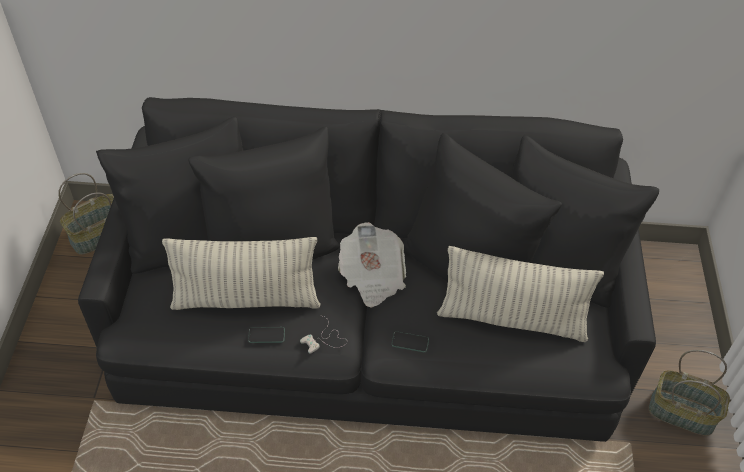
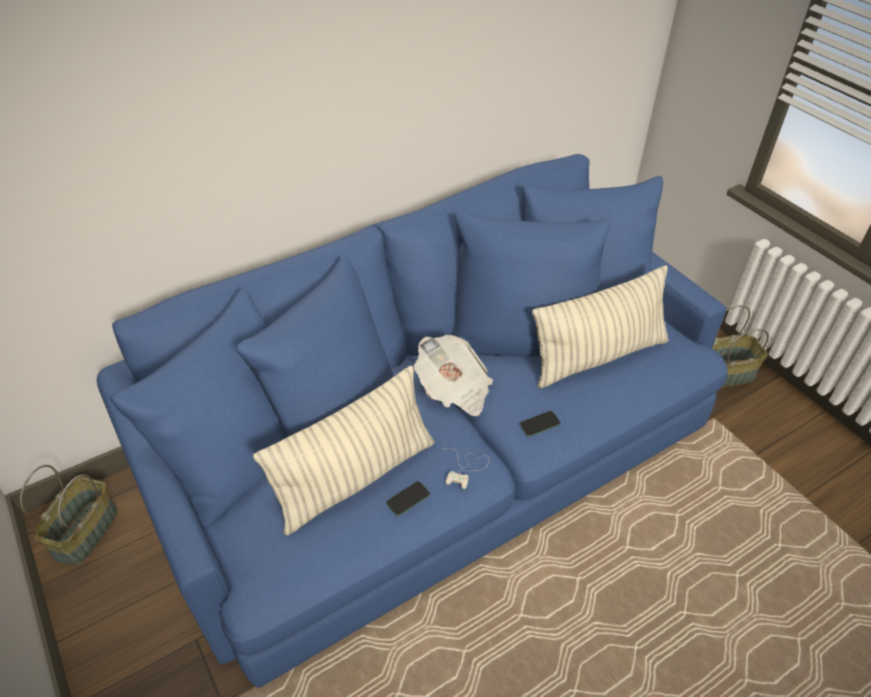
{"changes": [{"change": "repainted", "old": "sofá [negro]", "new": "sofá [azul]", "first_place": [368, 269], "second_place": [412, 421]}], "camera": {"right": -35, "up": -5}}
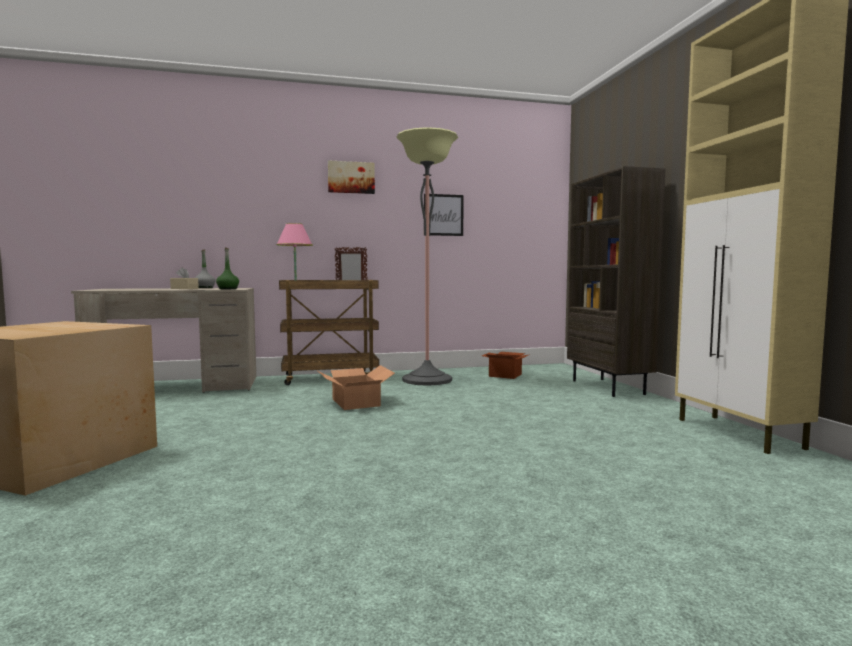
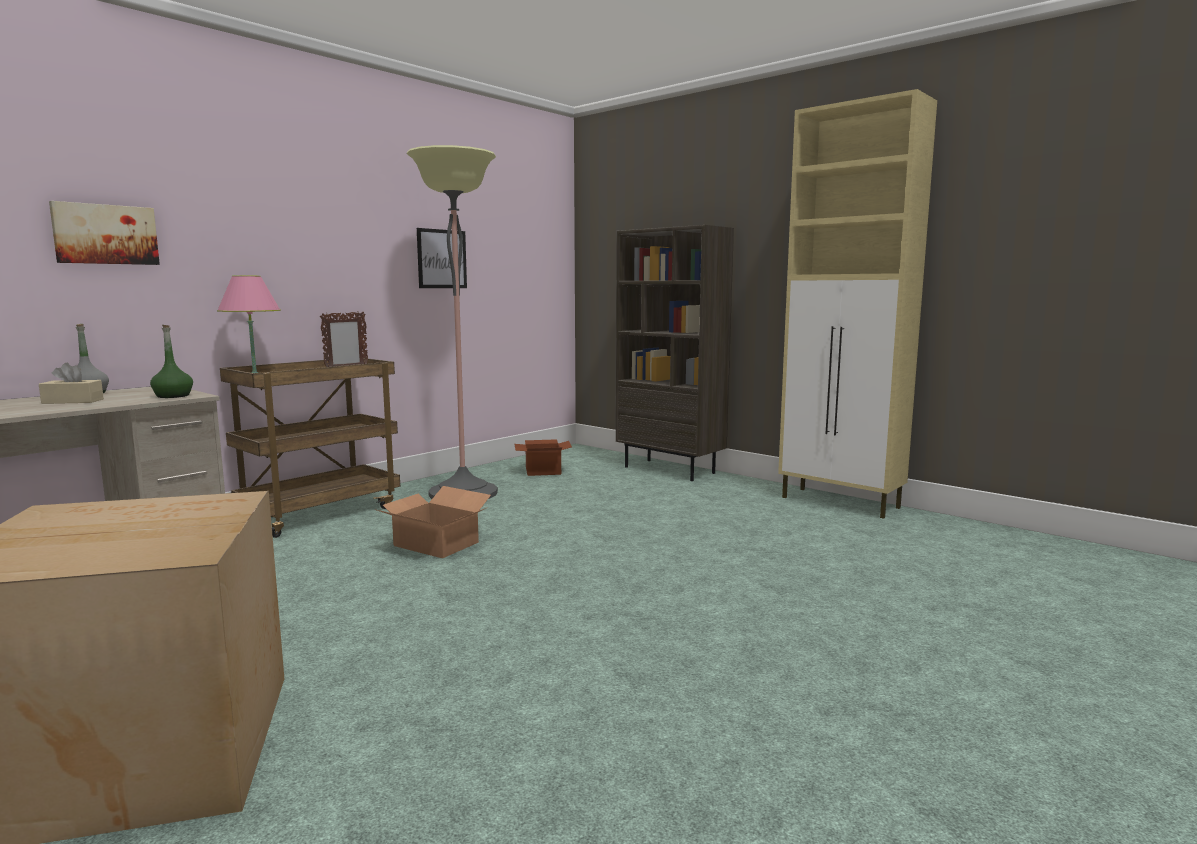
{"changes": [{"change": "shifted", "old": "cuadro", "first_place": [351, 177], "second_place": [104, 233]}], "camera": {"right": -35, "up": 5}}
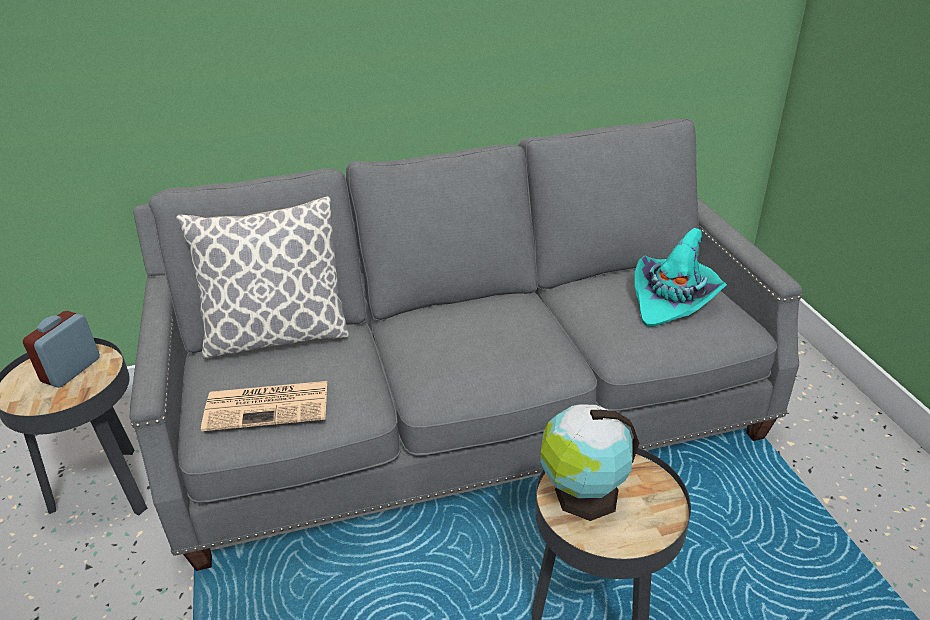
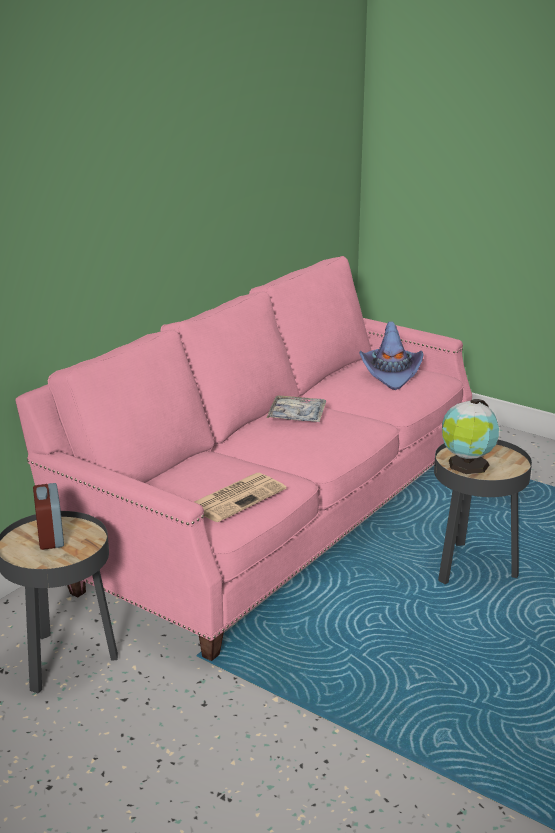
{"changes": [{"change": "repainted", "old": "sofá [gris]", "new": "sofá [rosa]", "first_place": [466, 345], "second_place": [243, 458]}, {"change": "new", "new": "bandeja", "second_place": [296, 408]}, {"change": "repainted", "old": "sombrero [turquesa]", "new": "sombrero [morado]", "first_place": [681, 277], "second_place": [391, 356]}, {"change": "gone", "old": "cojín", "first_place": [262, 277]}], "camera": {"right": -40, "up": -10}}
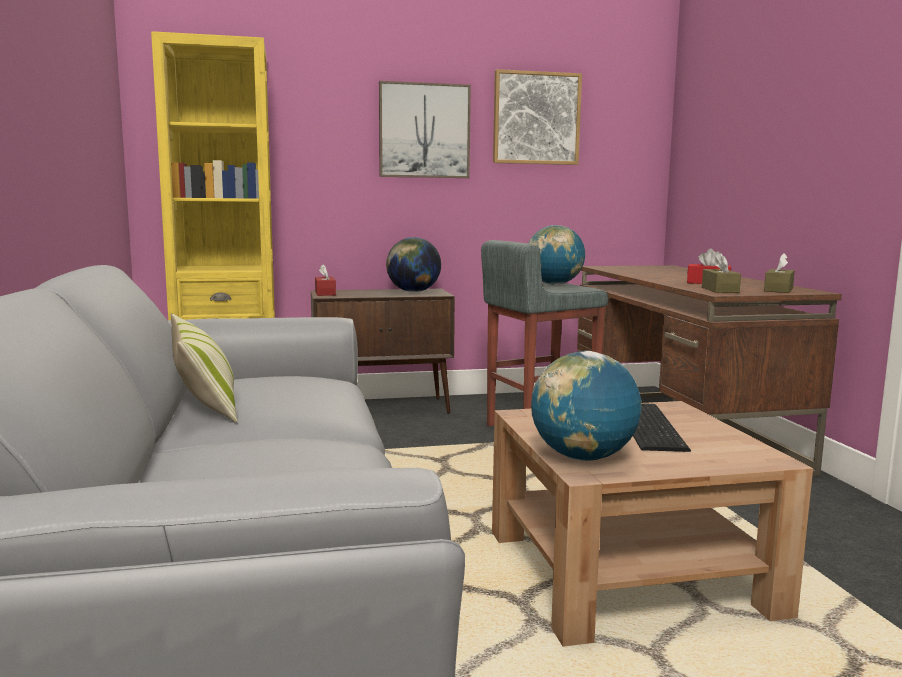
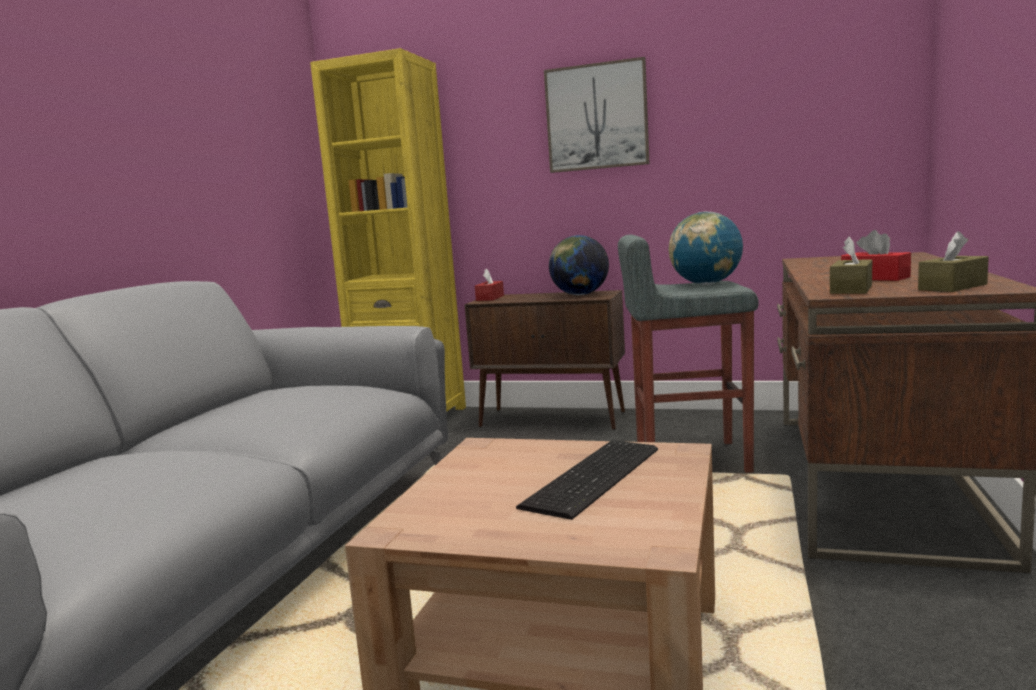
{"changes": [{"change": "gone", "old": "cojín", "first_place": [204, 368]}, {"change": "gone", "old": "cuadro", "first_place": [537, 117]}, {"change": "gone", "old": "globo terráqueo", "first_place": [586, 406]}], "camera": {"right": 30, "up": 0}}
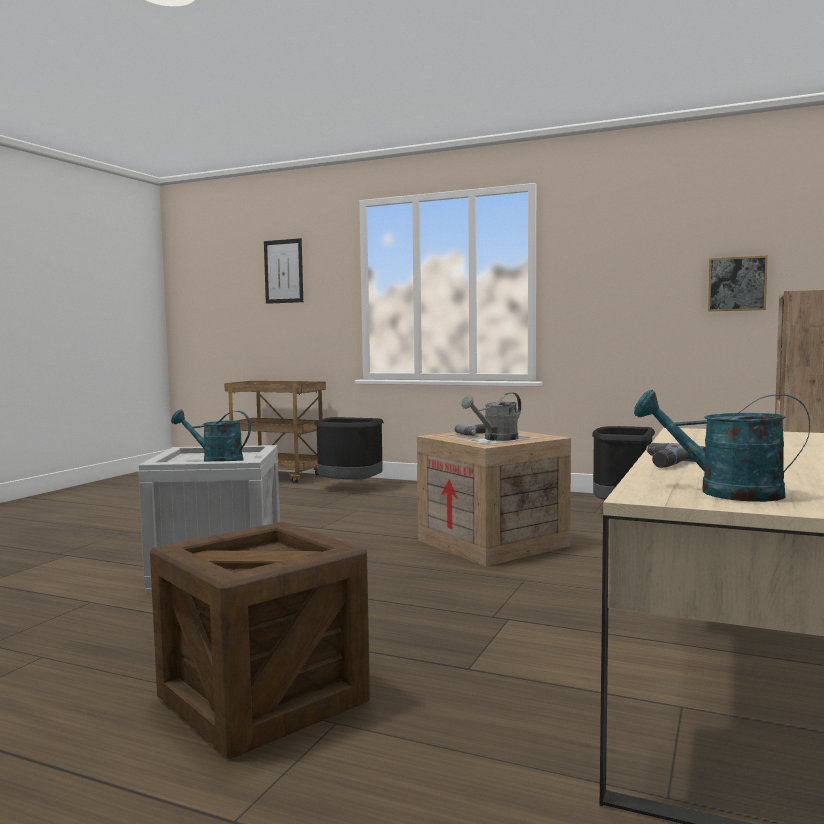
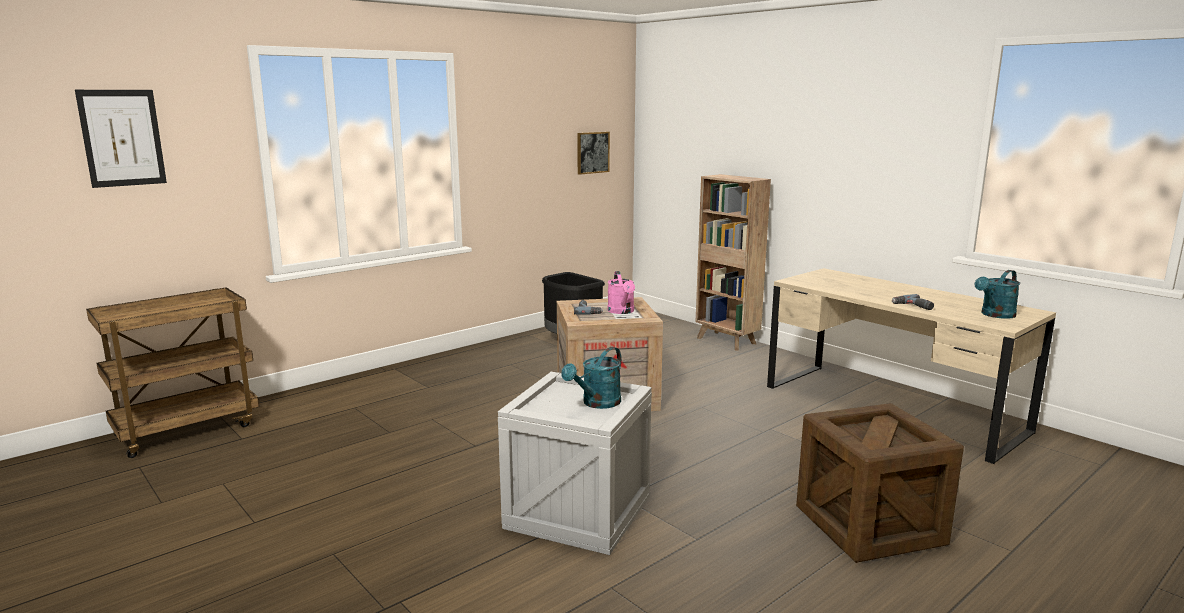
{"changes": [{"change": "repainted", "old": "regadera [gris]", "new": "regadera [rosa]", "first_place": [491, 417], "second_place": [621, 292]}, {"change": "gone", "old": "papelera [negro]", "first_place": [349, 448]}], "camera": {"right": -65, "up": 10}}
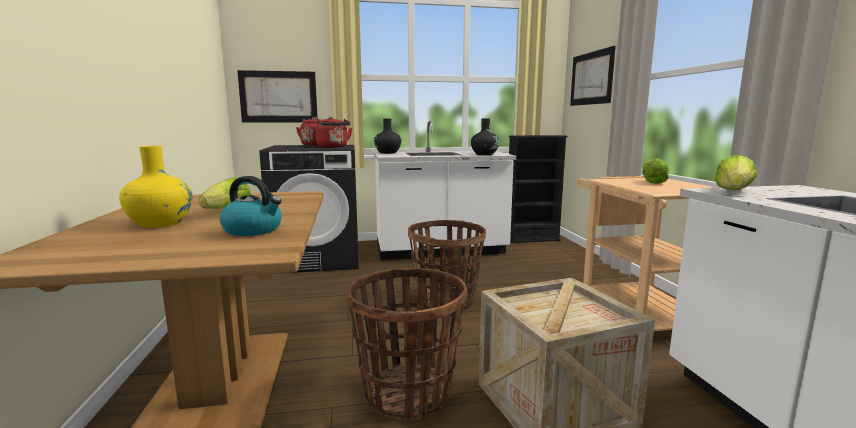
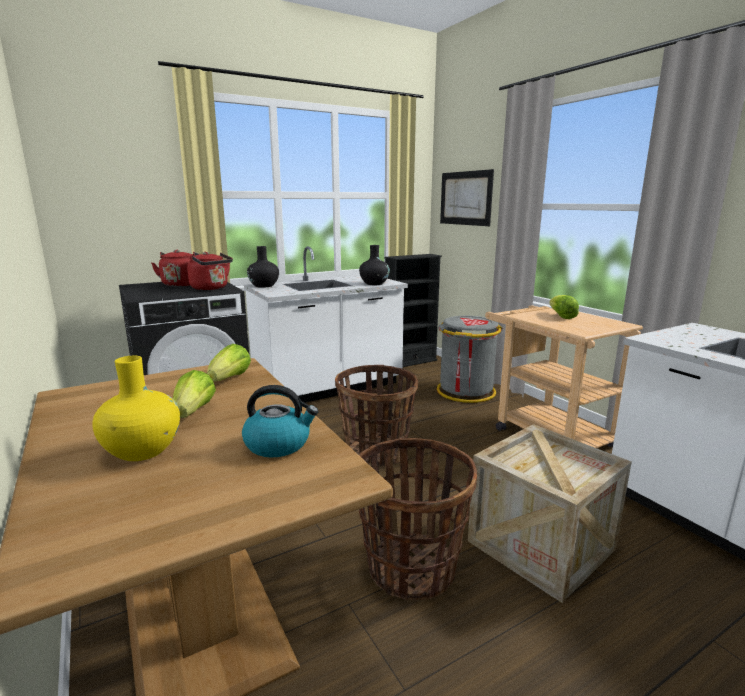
{"changes": [{"change": "shifted", "old": "lechuga", "first_place": [735, 172], "second_place": [229, 362]}, {"change": "new", "new": "papelera [gris]", "second_place": [470, 359]}, {"change": "gone", "old": "cuadro", "first_place": [277, 96]}], "camera": {"right": -20, "up": 5}}
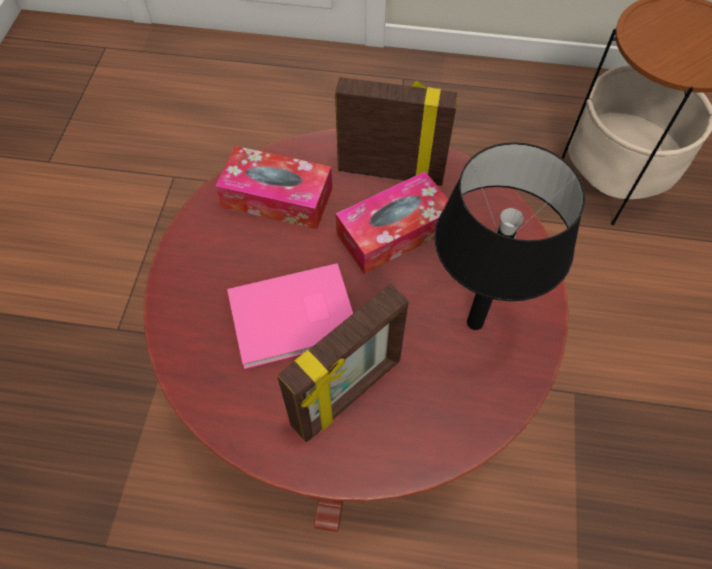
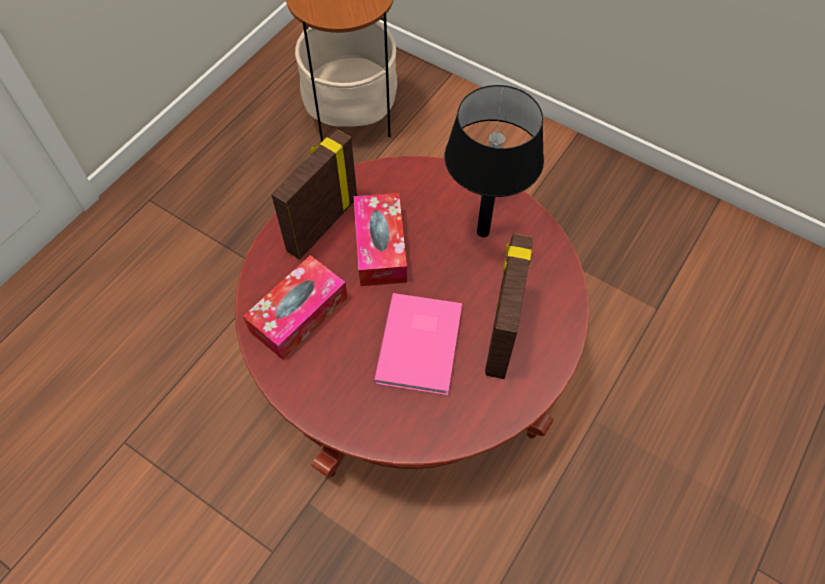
{"changes": [{"change": "rotated", "old": "portarretratos", "first_place": [343, 363], "second_place": [509, 306], "degrees": -150}], "camera": {"right": -65, "up": 0}}
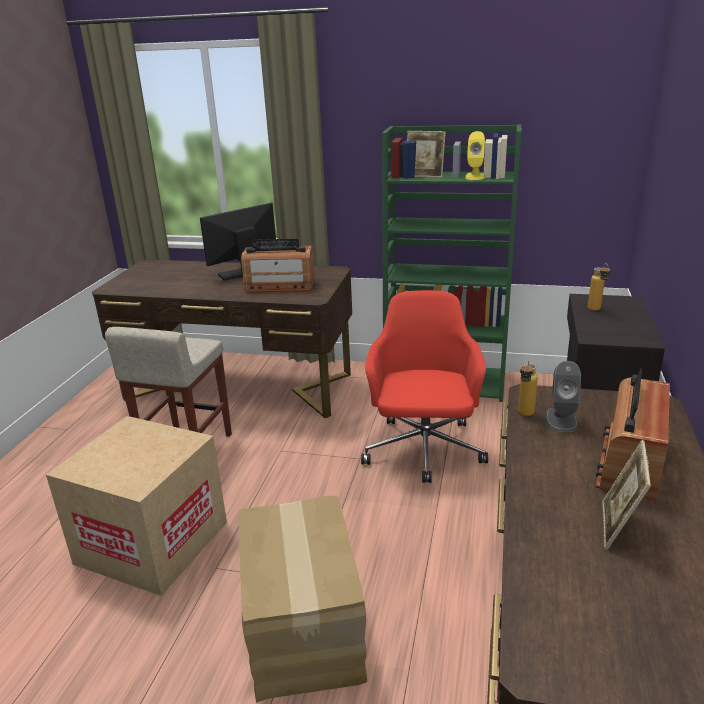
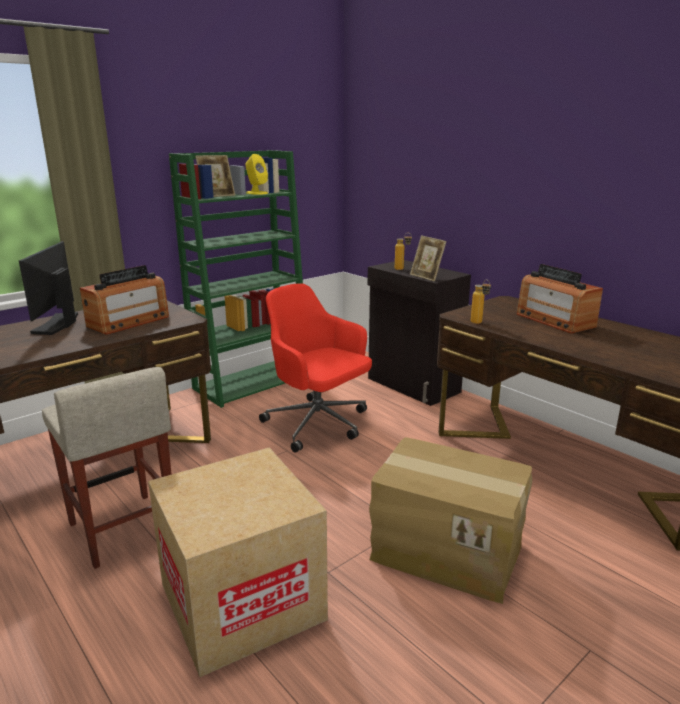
{"changes": [{"change": "shifted", "old": "portarretratos", "first_place": [626, 495], "second_place": [428, 258]}, {"change": "gone", "old": "altavoz [gris]", "first_place": [563, 396]}], "camera": {"right": -55, "up": -5}}
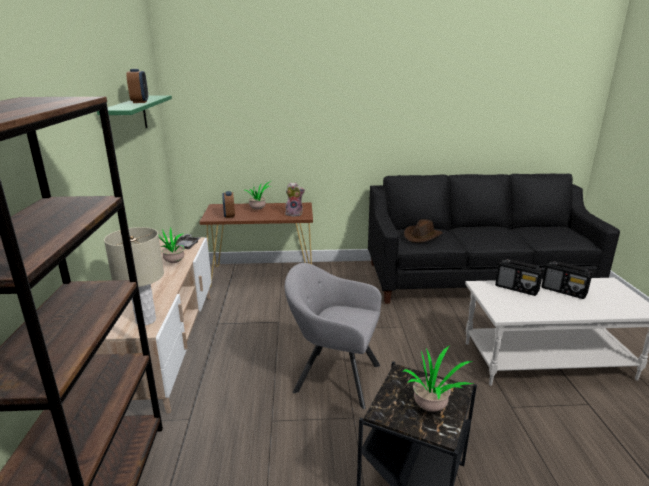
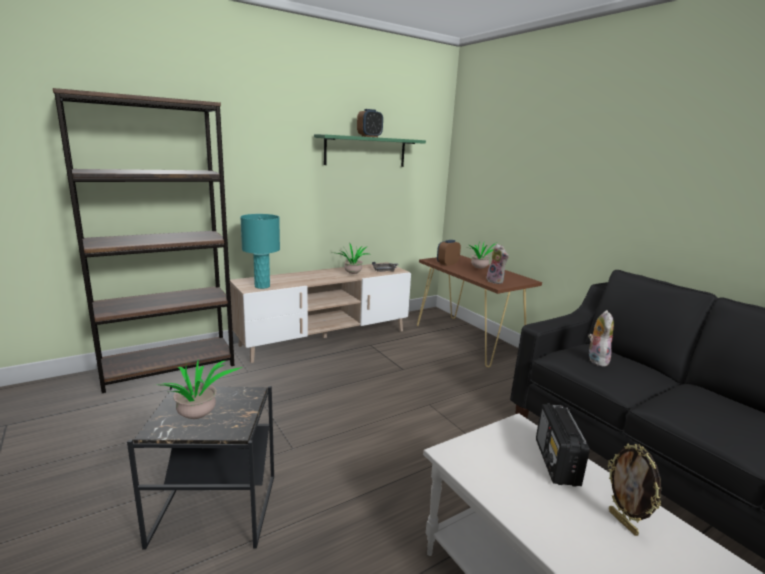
{"changes": [{"change": "repainted", "old": "lámpara de mesa [beis]", "new": "lámpara de mesa [turquesa]", "first_place": [134, 276], "second_place": [260, 251]}, {"change": "swapped", "old": "sombrero [marrón]", "new": "peluche", "first_place": [423, 231], "second_place": [601, 338]}, {"change": "swapped", "old": "radio", "new": "portarretratos", "first_place": [566, 280], "second_place": [634, 490]}, {"change": "gone", "old": "sillón [gris]", "first_place": [333, 336]}], "camera": {"right": 60, "up": -5}}
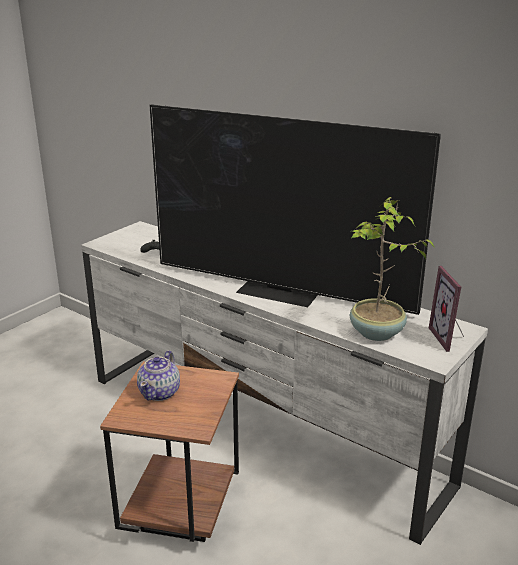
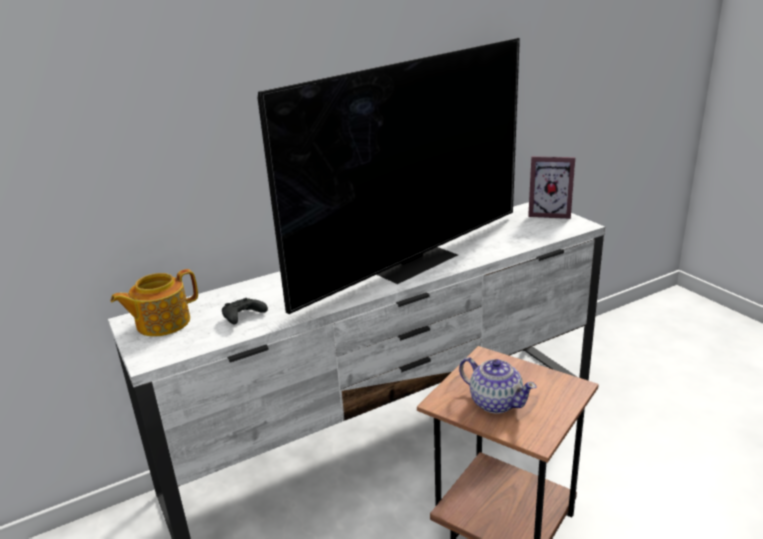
{"changes": [{"change": "new", "new": "tetera", "second_place": [154, 302]}, {"change": "gone", "old": "planta en maceta", "first_place": [392, 269]}], "camera": {"right": -65, "up": 0}}
